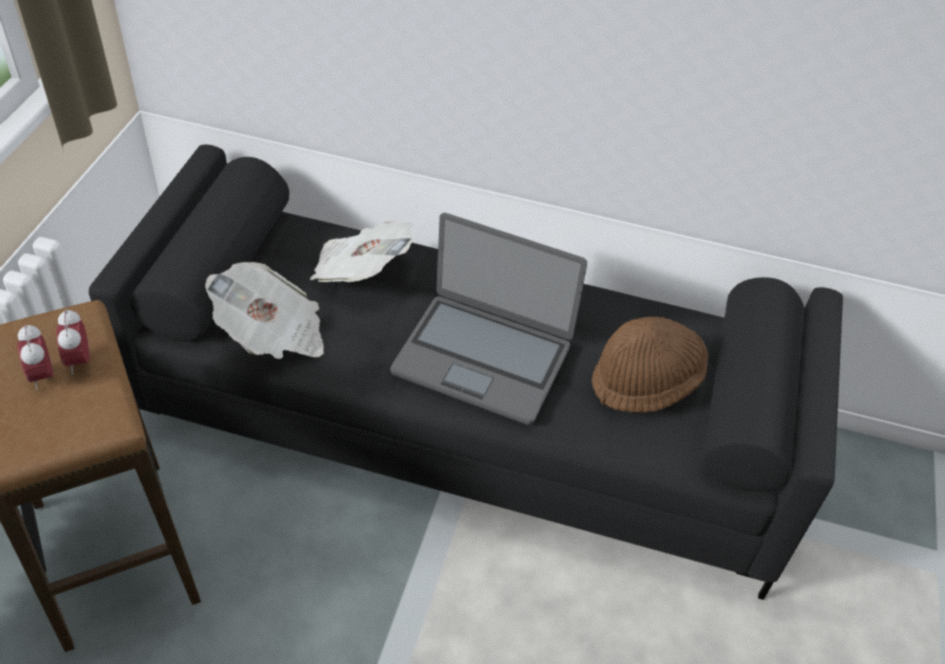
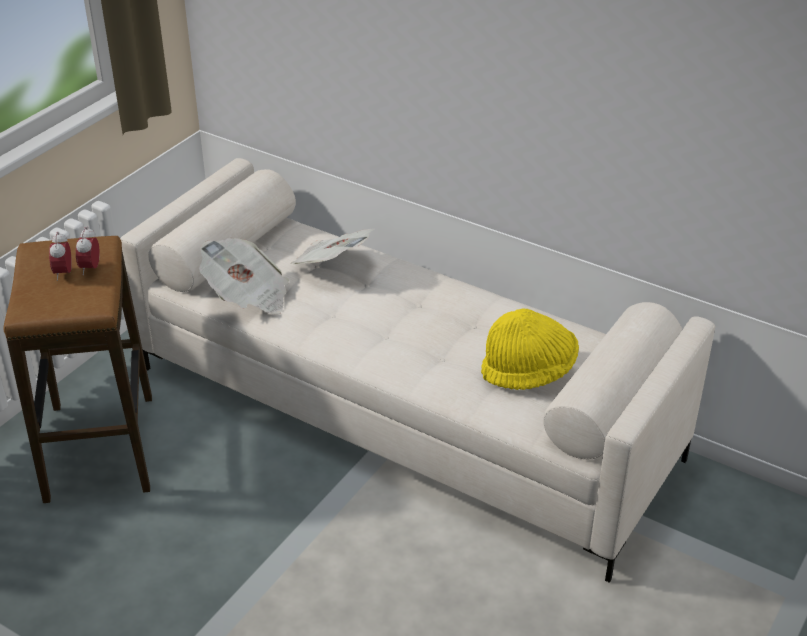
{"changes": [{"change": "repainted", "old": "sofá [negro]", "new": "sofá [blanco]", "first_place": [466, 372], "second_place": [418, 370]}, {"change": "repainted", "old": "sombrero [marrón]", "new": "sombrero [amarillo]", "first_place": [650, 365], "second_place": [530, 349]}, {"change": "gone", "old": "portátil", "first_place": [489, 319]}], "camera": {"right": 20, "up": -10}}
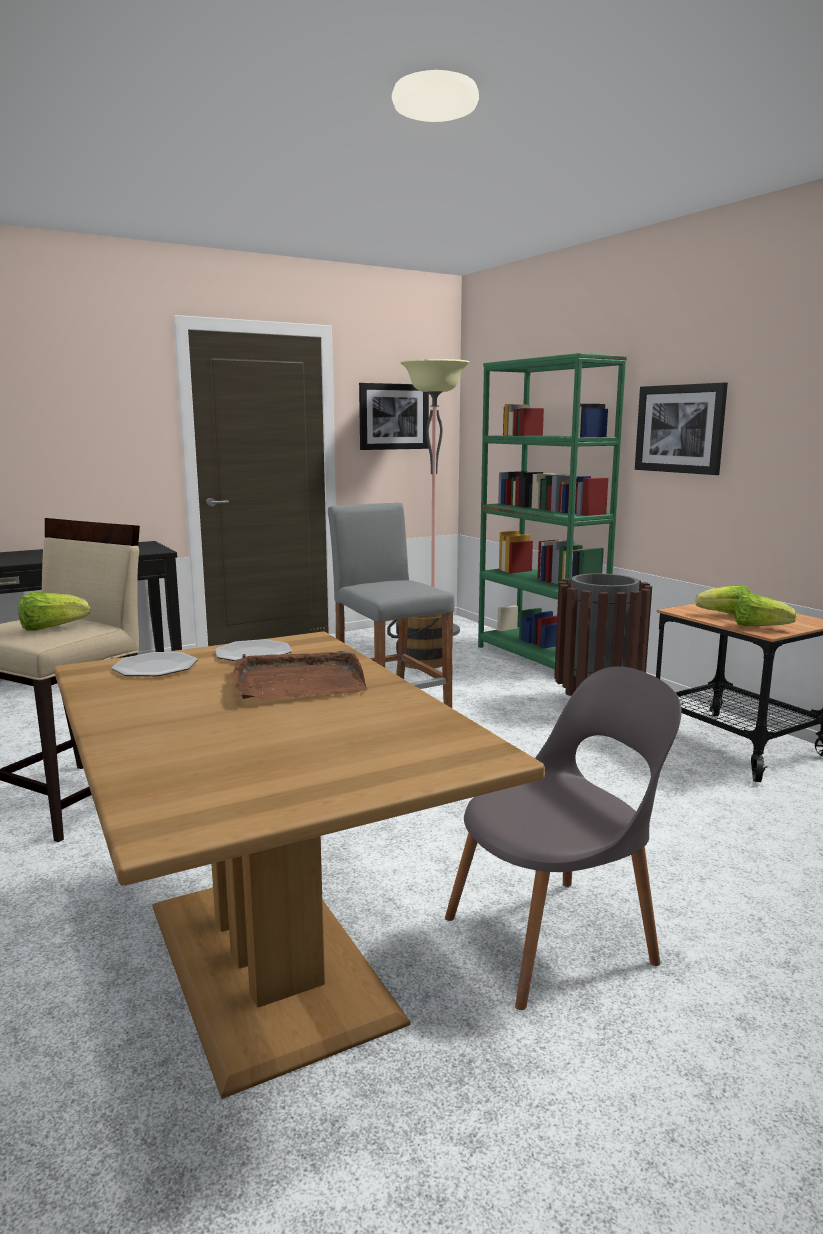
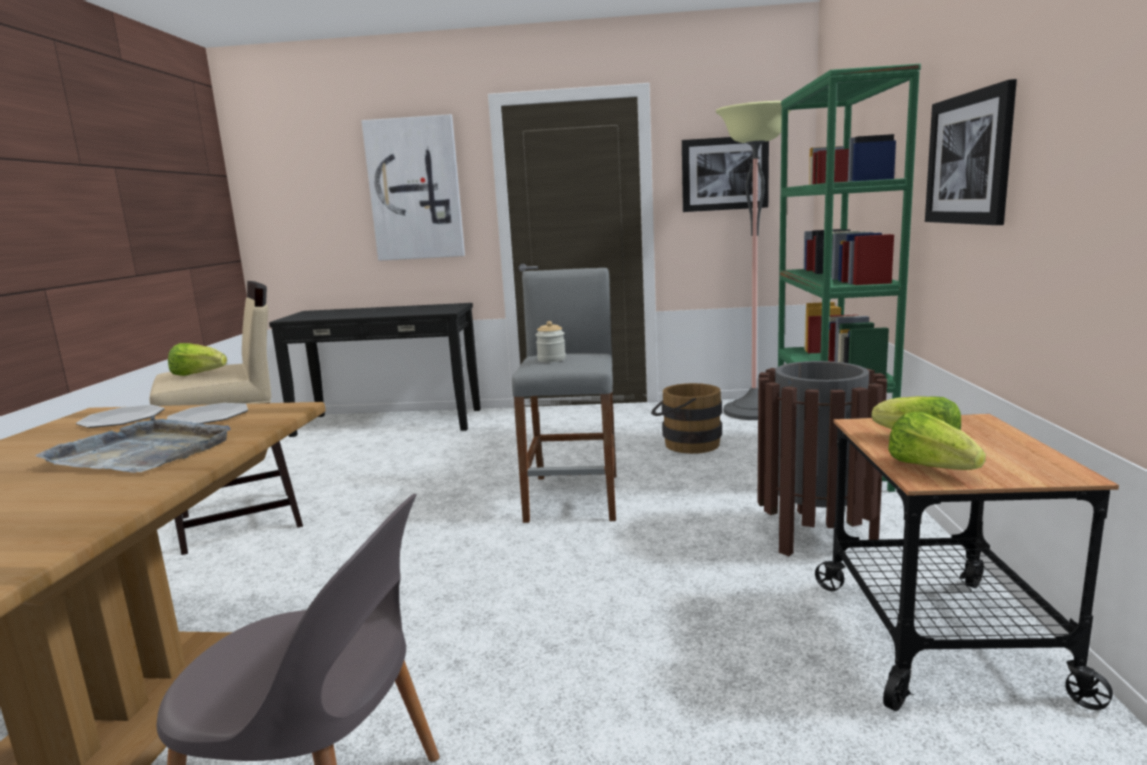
{"changes": [{"change": "repainted", "old": "bandeja [marrón]", "new": "bandeja [gris]", "first_place": [300, 675], "second_place": [133, 445]}, {"change": "new", "new": "cuadro", "second_place": [413, 187]}, {"change": "new", "new": "tarro", "second_place": [551, 341]}], "camera": {"right": 35, "up": 0}}
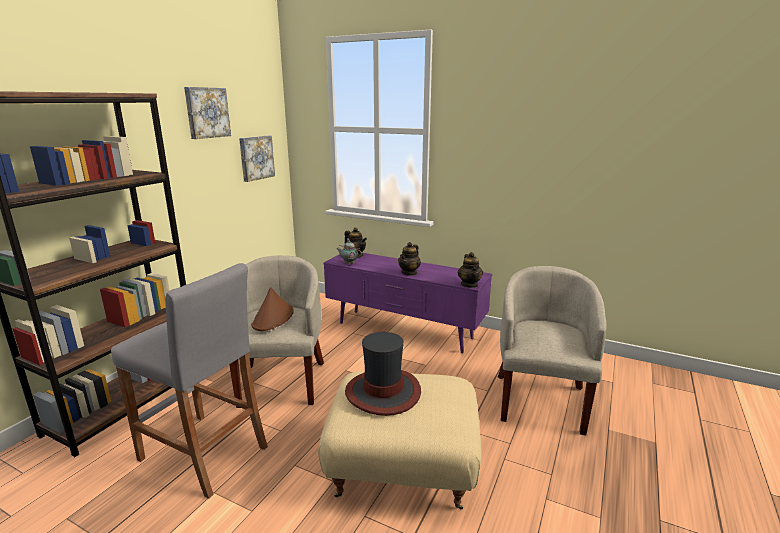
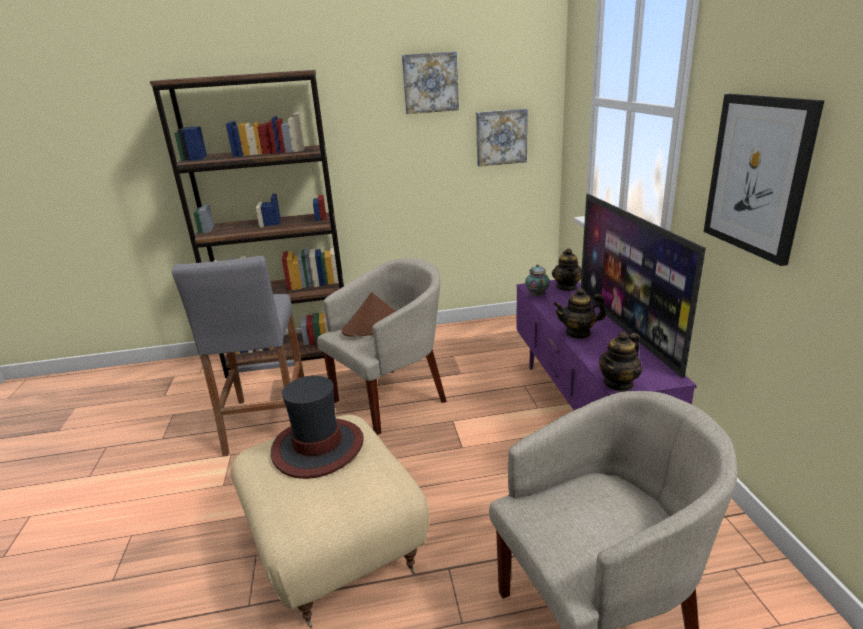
{"changes": [{"change": "new", "new": "televisor", "second_place": [643, 286]}, {"change": "new", "new": "cuadro", "second_place": [764, 180]}], "camera": {"right": 55, "up": 5}}
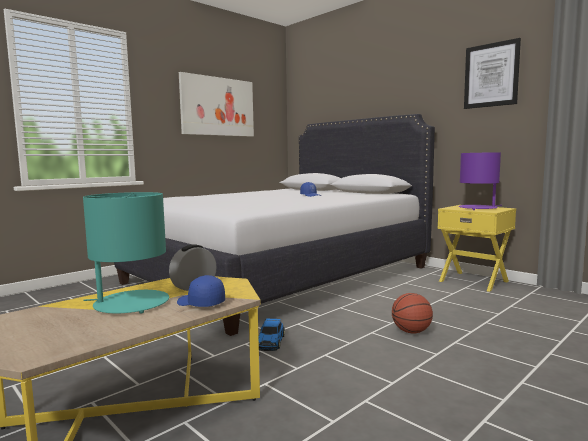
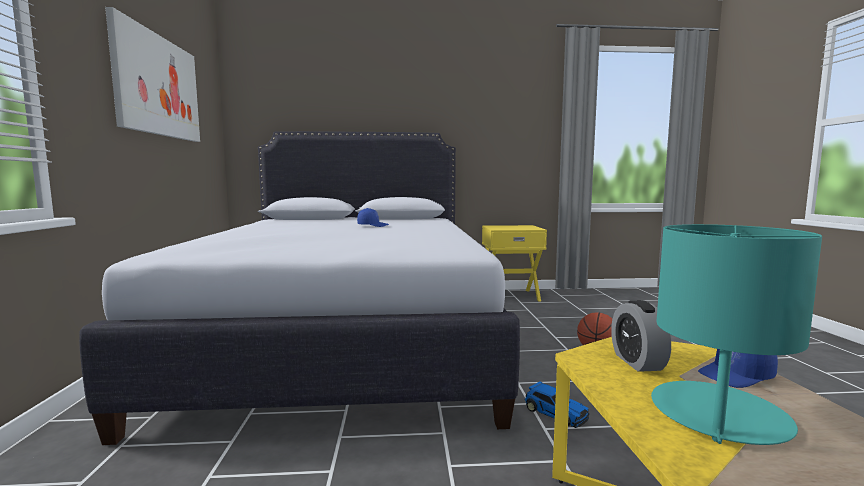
{"changes": [{"change": "gone", "old": "lámpara de mesa [morado]", "first_place": [480, 181]}, {"change": "gone", "old": "cuadro", "first_place": [492, 73]}], "camera": {"right": -50, "up": 0}}
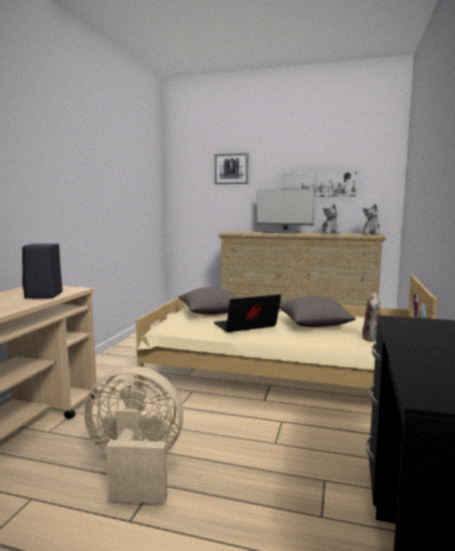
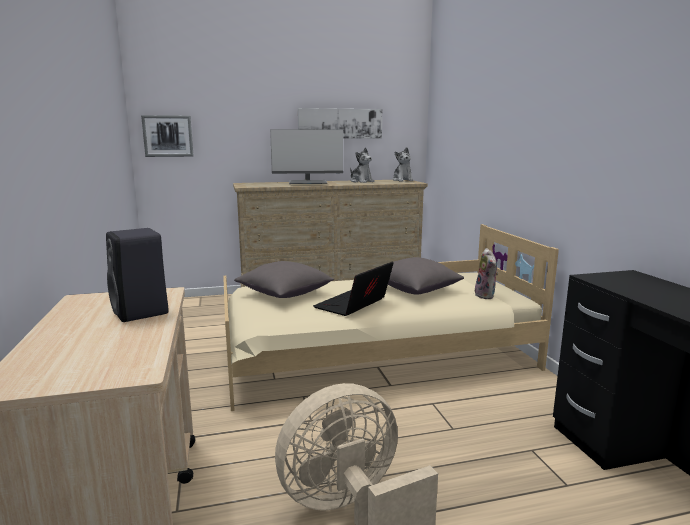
{"changes": [{"change": "shifted", "old": "cuadro", "first_place": [231, 168], "second_place": [167, 136]}], "camera": {"right": -30, "up": 5}}
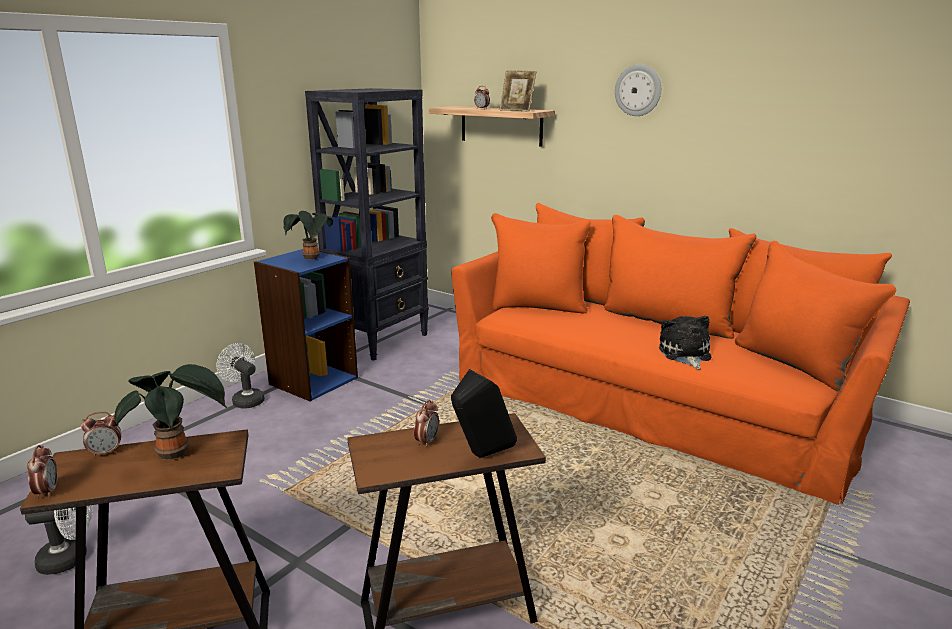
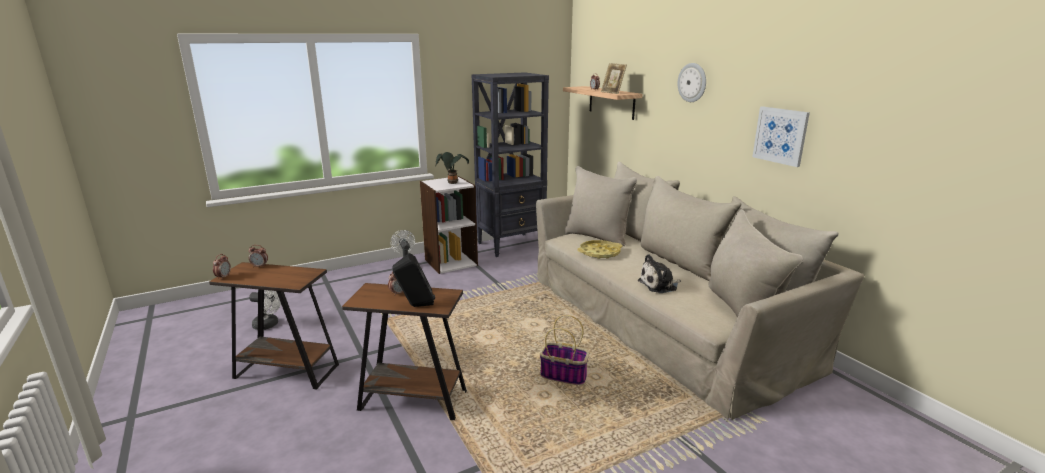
{"changes": [{"change": "repainted", "old": "estantería [azul]", "new": "estantería [blanco]", "first_place": [306, 325], "second_place": [449, 225]}, {"change": "repainted", "old": "sofá [naranja]", "new": "sofá [beis]", "first_place": [680, 354], "second_place": [700, 291]}, {"change": "new", "new": "cesta", "second_place": [564, 350]}, {"change": "new", "new": "bandeja [amarillo]", "second_place": [599, 249]}, {"change": "rotated", "old": "peluche", "first_place": [685, 342], "second_place": [659, 273], "degrees": -135}, {"change": "new", "new": "cuadro", "second_place": [781, 136]}, {"change": "gone", "old": "planta en maceta", "first_place": [170, 412]}], "camera": {"right": 25, "up": 0}}
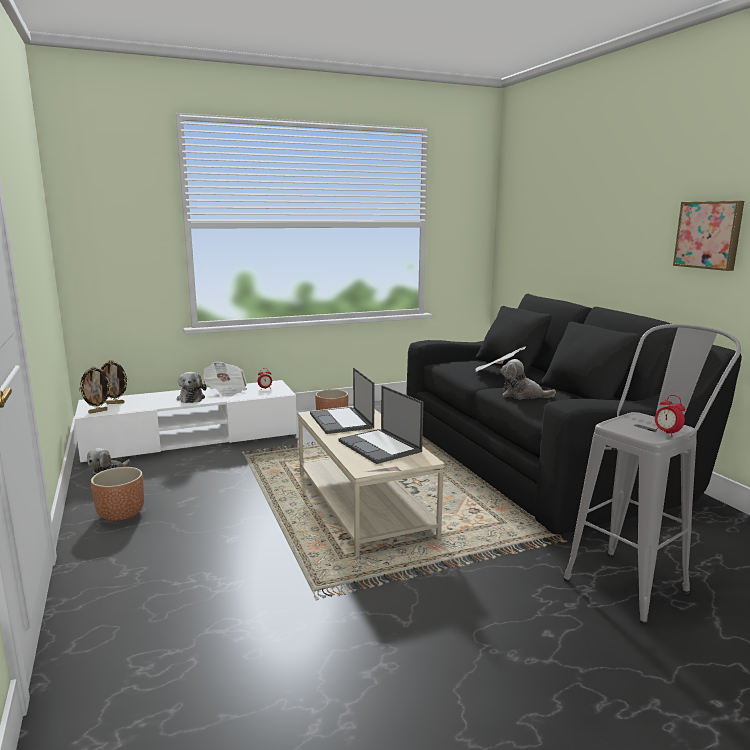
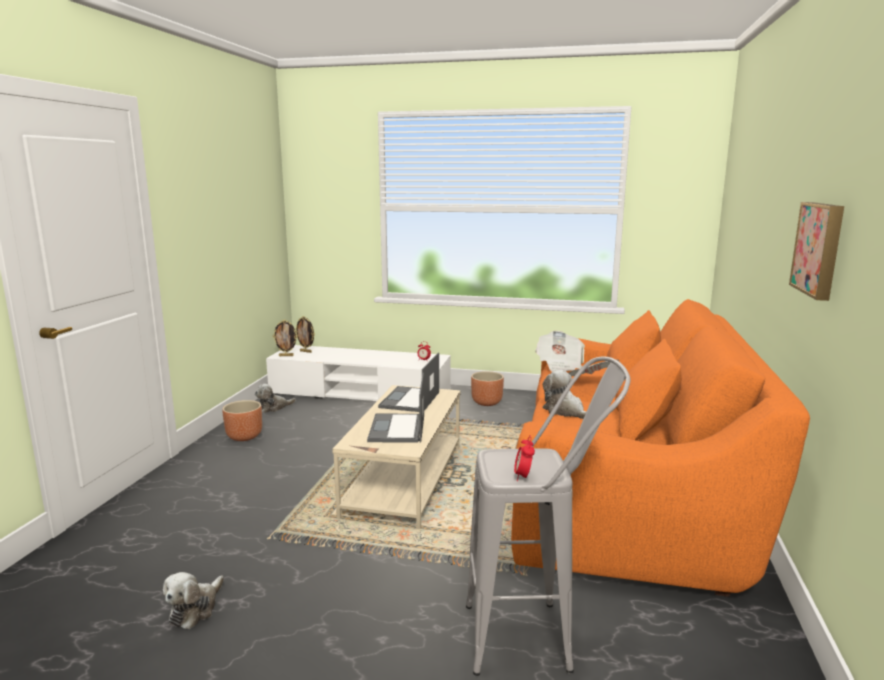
{"changes": [{"change": "shifted", "old": "peluche", "first_place": [192, 387], "second_place": [193, 600]}, {"change": "repainted", "old": "sofá [negro]", "new": "sofá [naranja]", "first_place": [574, 414], "second_place": [660, 448]}, {"change": "shifted", "old": "periódico", "first_place": [225, 379], "second_place": [560, 351]}], "camera": {"right": 35, "up": 0}}
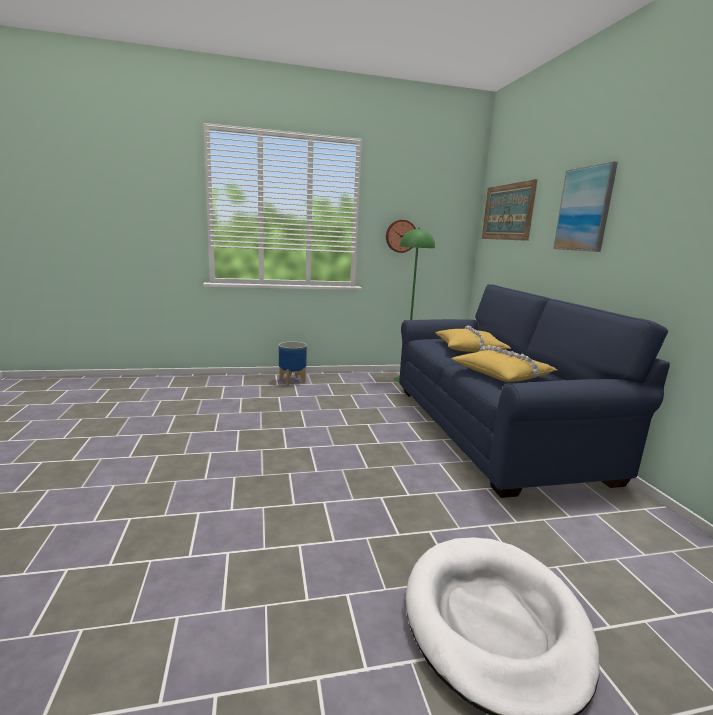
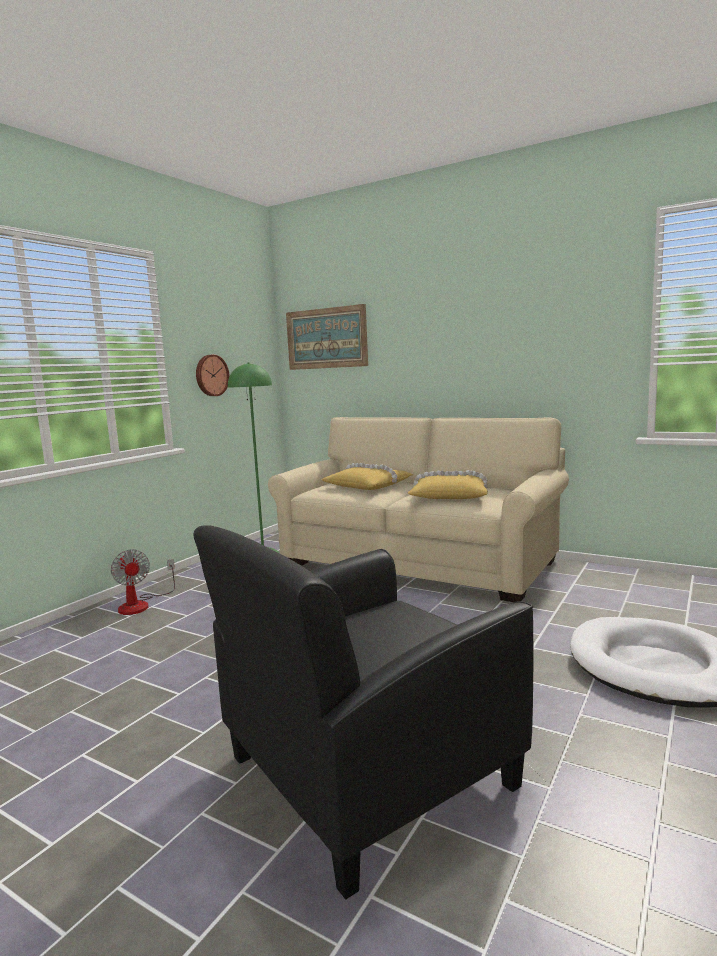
{"changes": [{"change": "swapped", "old": "maceta", "new": "ventilador", "first_place": [293, 363], "second_place": [143, 582]}, {"change": "new", "new": "sillón [negro]", "second_place": [363, 712]}, {"change": "repainted", "old": "sofá [azul]", "new": "sofá [beis]", "first_place": [534, 391], "second_place": [418, 509]}, {"change": "gone", "old": "cuadro", "first_place": [585, 206]}], "camera": {"right": -45, "up": -5}}
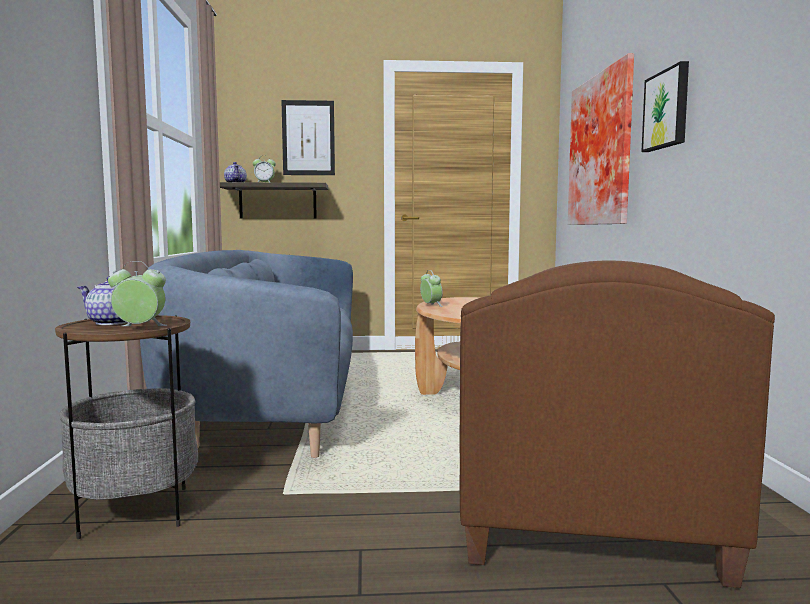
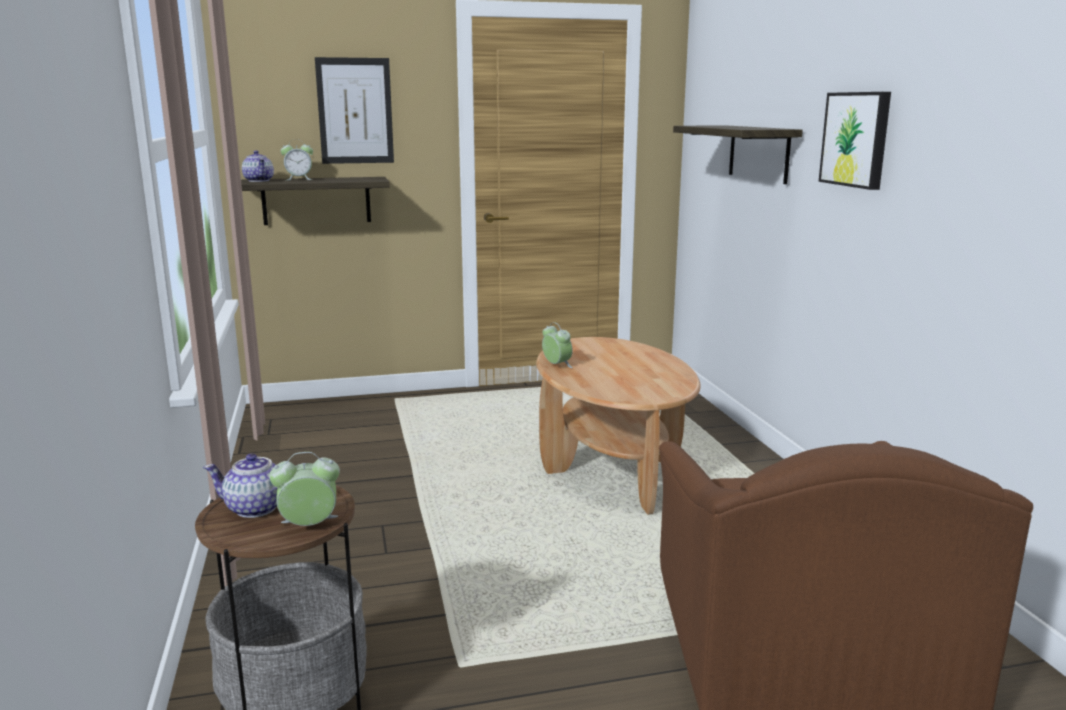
{"changes": [{"change": "swapped", "old": "cuadro", "new": "estante", "first_place": [601, 139], "second_place": [738, 154]}, {"change": "gone", "old": "sofá [azul]", "first_place": [246, 354]}], "camera": {"right": -10, "up": 10}}
